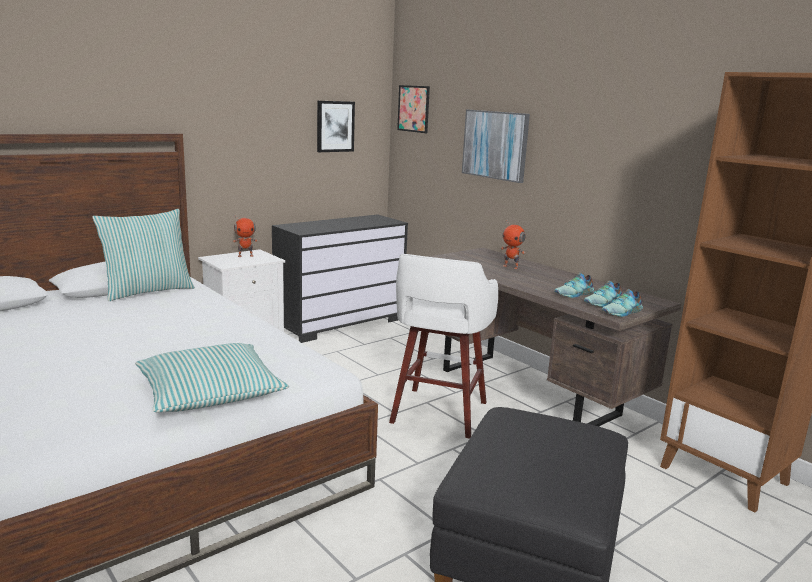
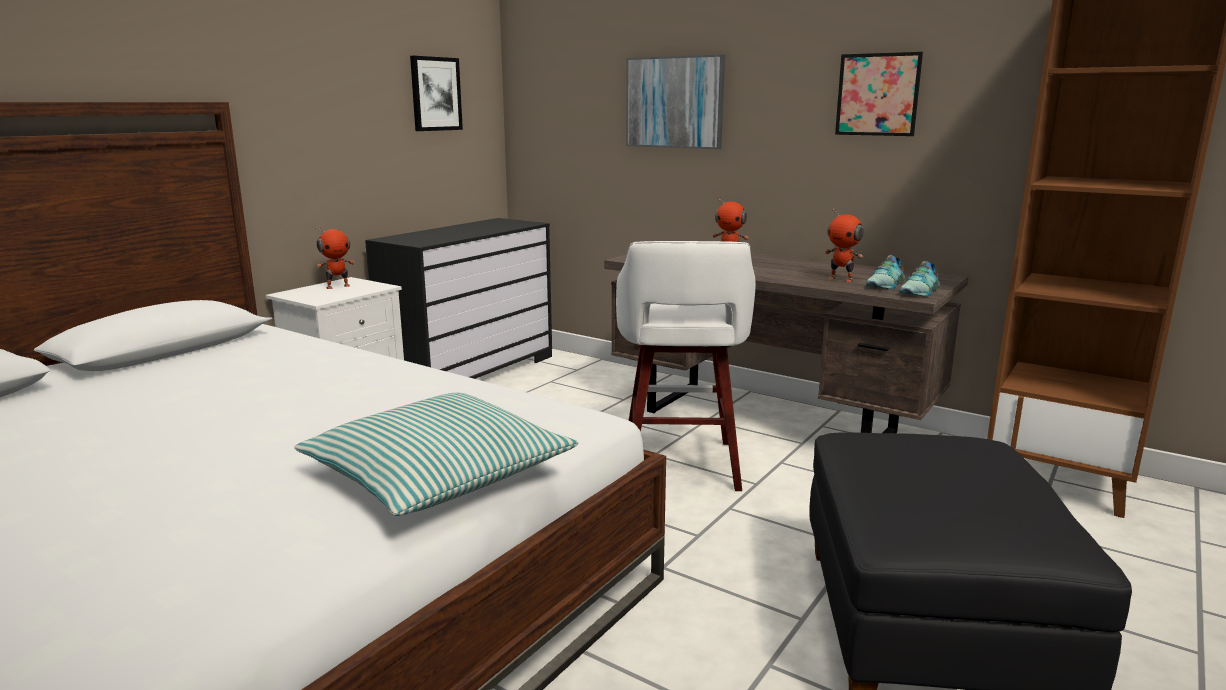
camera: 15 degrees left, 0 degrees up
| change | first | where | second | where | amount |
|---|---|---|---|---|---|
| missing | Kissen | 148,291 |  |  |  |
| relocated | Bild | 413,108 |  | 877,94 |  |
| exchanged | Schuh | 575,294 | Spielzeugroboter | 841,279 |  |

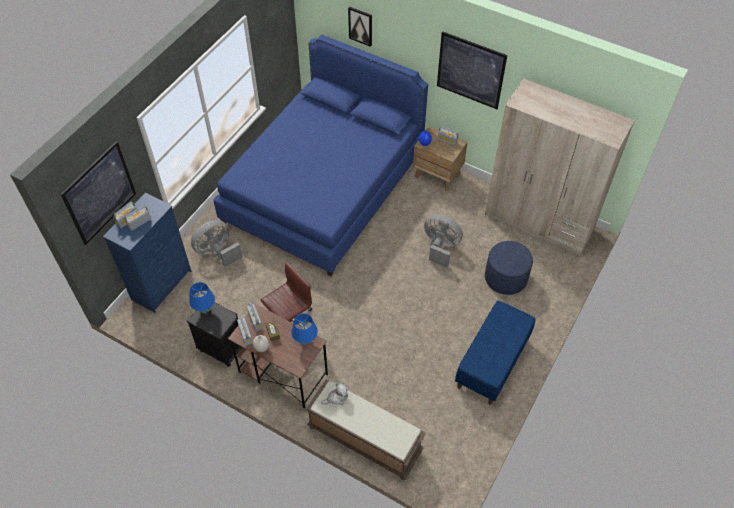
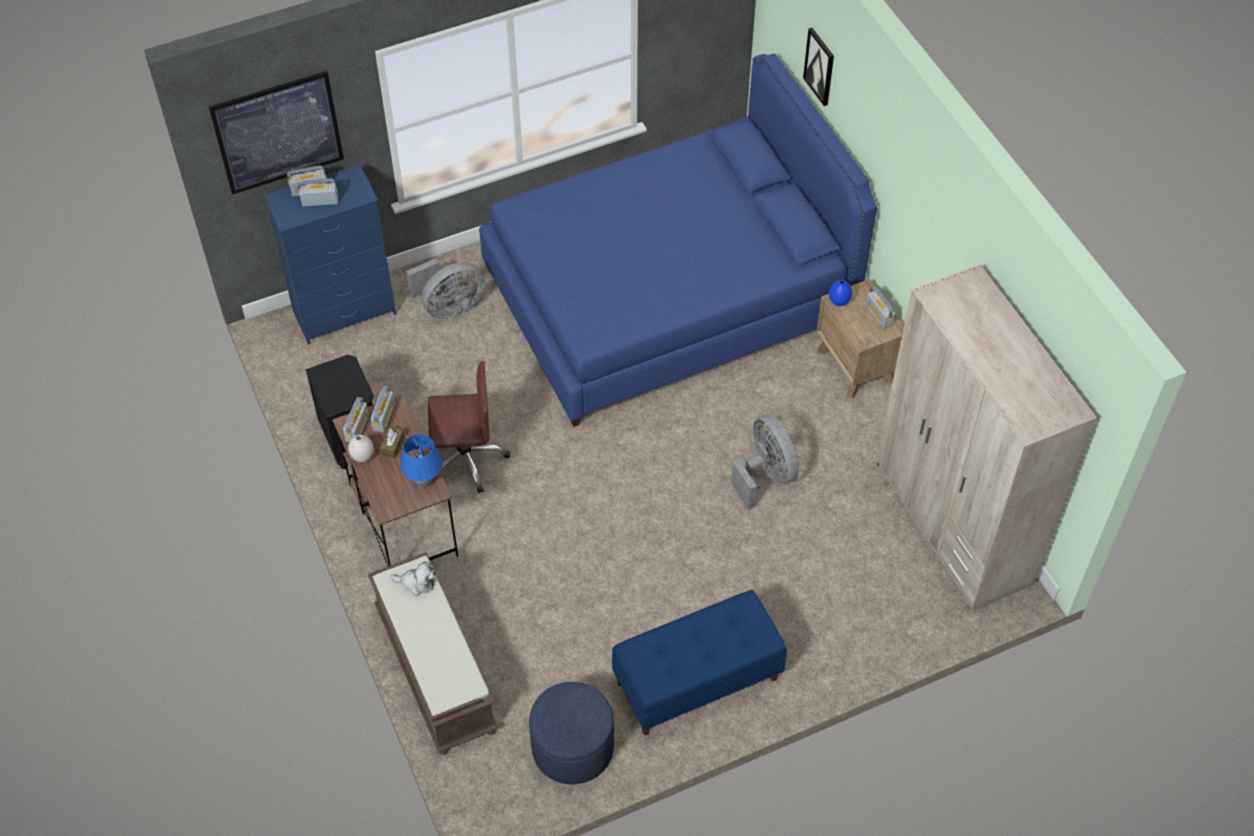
camera: 35 degrees right, 0 degrees up
| change | first | where | second | where | amount |
|---|---|---|---|---|---|
| missing | Tischlampe (blau) | 204,310 |  |  |  |
| spun | Ventilator (grau) | 217,252 |  | 449,307 | 150 degrees clockwise |
| missing | Bild | 470,70 |  |  |  |
| relocated | Polsterhocker (blau) | 505,277 |  | 572,747 |  |

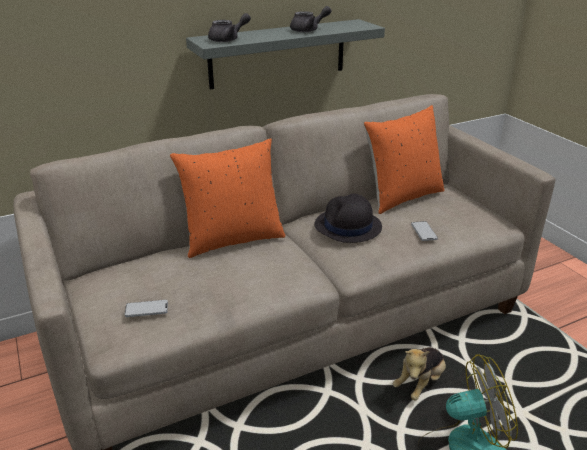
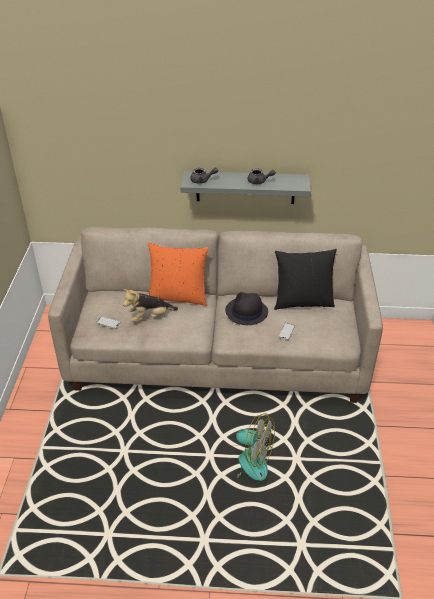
camera: 30 degrees right, 10 degrees up
| change | first | where | second | where | amount |
|---|---|---|---|---|---|
| colour | Kissen (orange) | 402,196 | Kissen (schwarz) | 302,301 |  |
| relocated | Plüschtier | 420,383 |  | 150,317 |  |

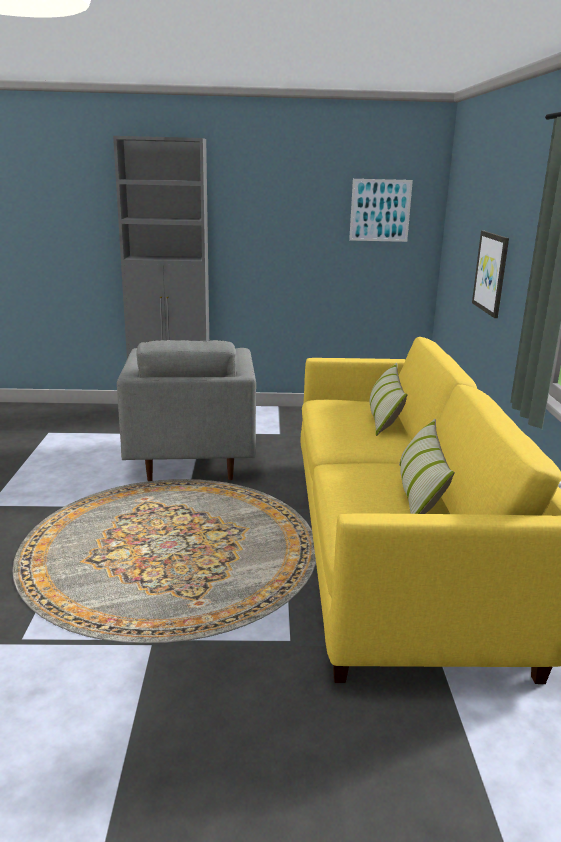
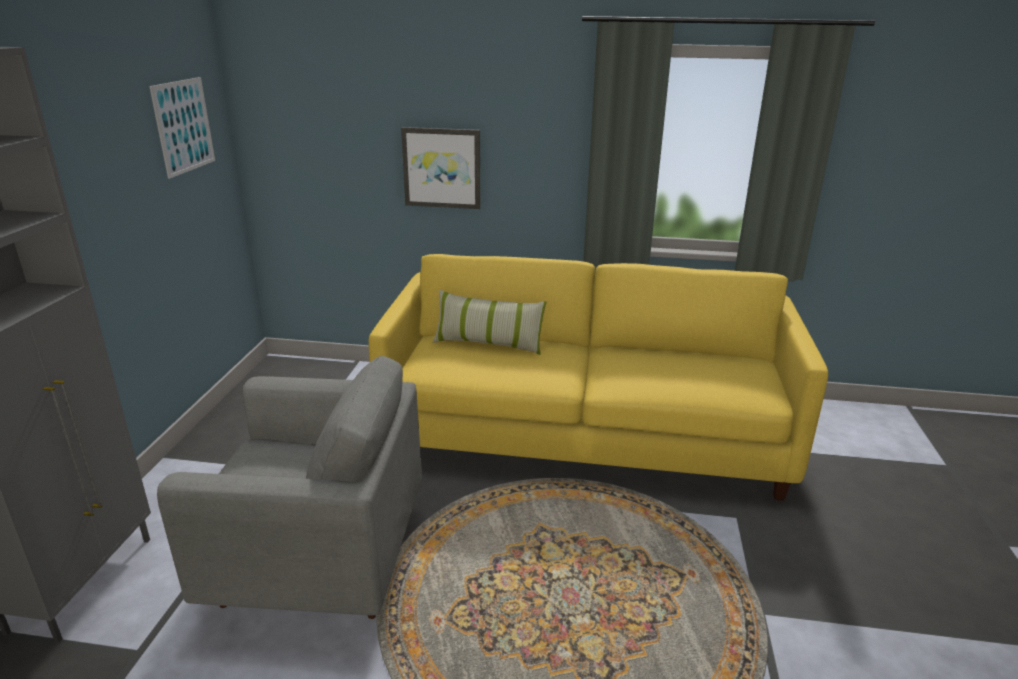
camera: 80 degrees left, 5 degrees up
| change | first | where | second | where | amount |
|---|---|---|---|---|---|
| missing | Kissen | 419,493 |  |  |  |

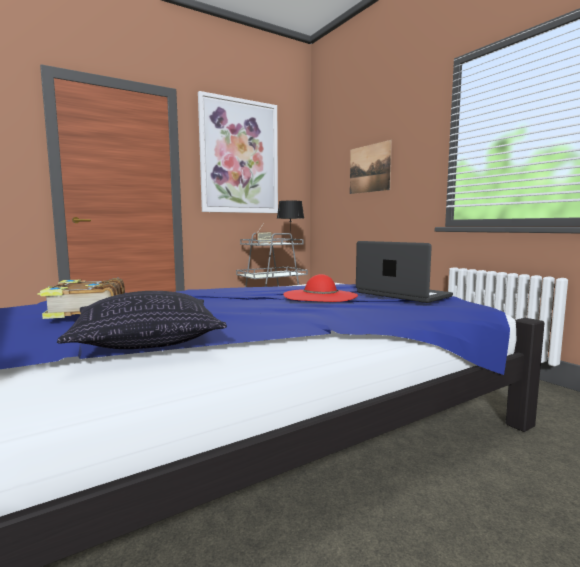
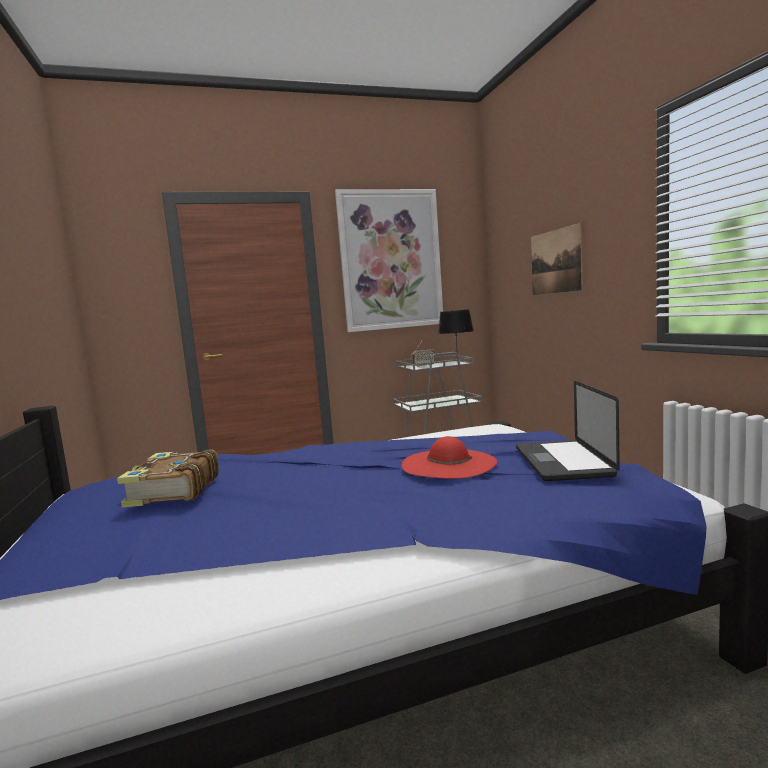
camera: 15 degrees right, 0 degrees up
| change | first | where | second | where | amount |
|---|---|---|---|---|---|
| missing | Kissen | 148,341 |  |  |  |
| spun | Laptop | 402,295 |  | 562,461 | 150 degrees counterclockwise |

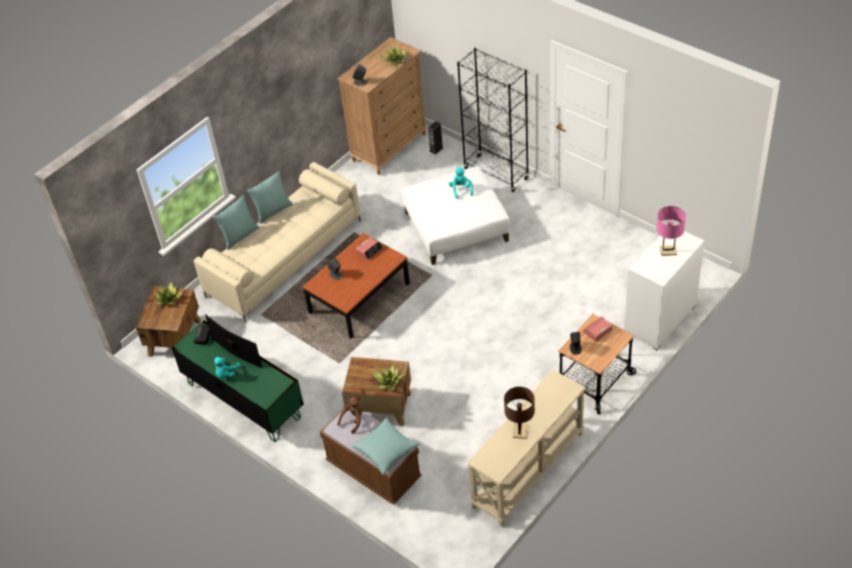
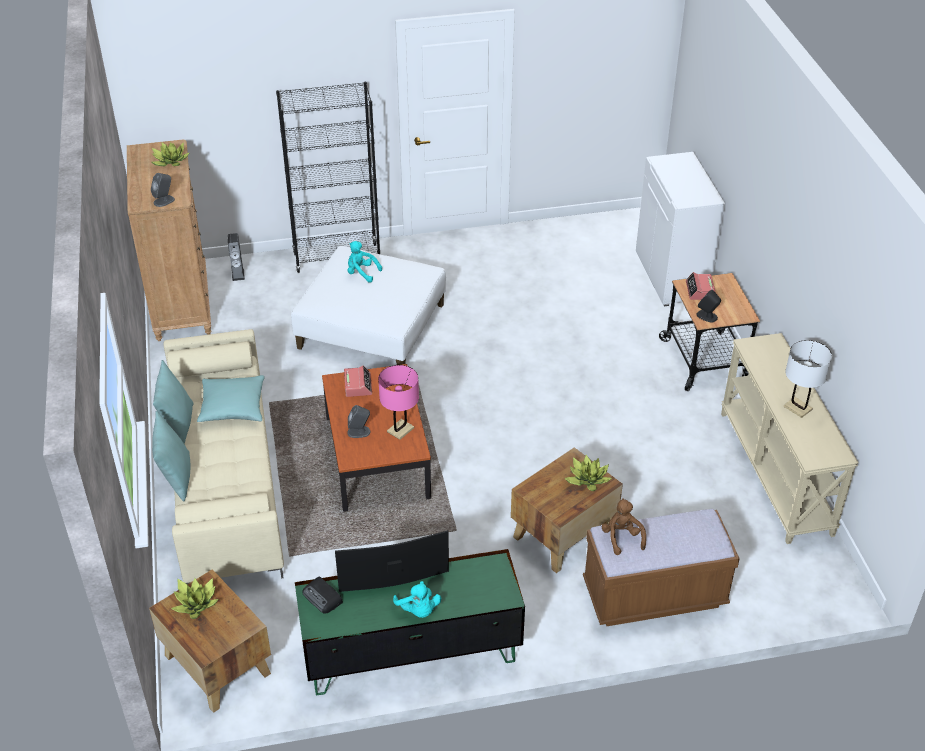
camera: 55 degrees left, 5 degrees down
| change | first | where | second | where | amount |
|---|---|---|---|---|---|
| relocated | Kissen (türkis) | 385,450 |  | 232,407 |  |
| colour | Tischlampe (braun) | 520,431 | Tischlampe (weiß) | 798,408 |  |
| relocated | Tischlampe (rosa) | 668,251 |  | 400,430 |  |

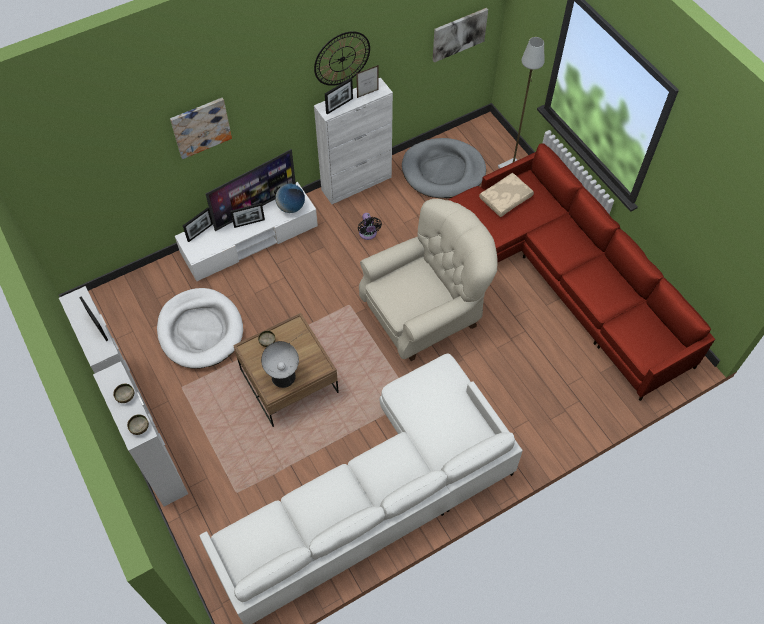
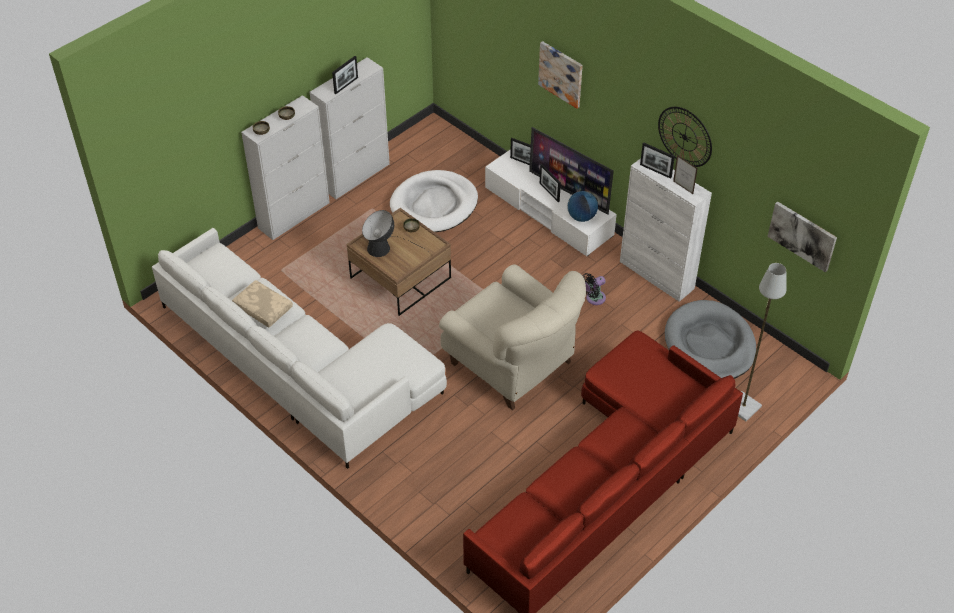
camera: 75 degrees right, 10 degrees down
| change | first | where | second | where | amount |
|---|---|---|---|---|---|
| relocated | Kissen (beige) | 506,199 |  | 262,308 |  |

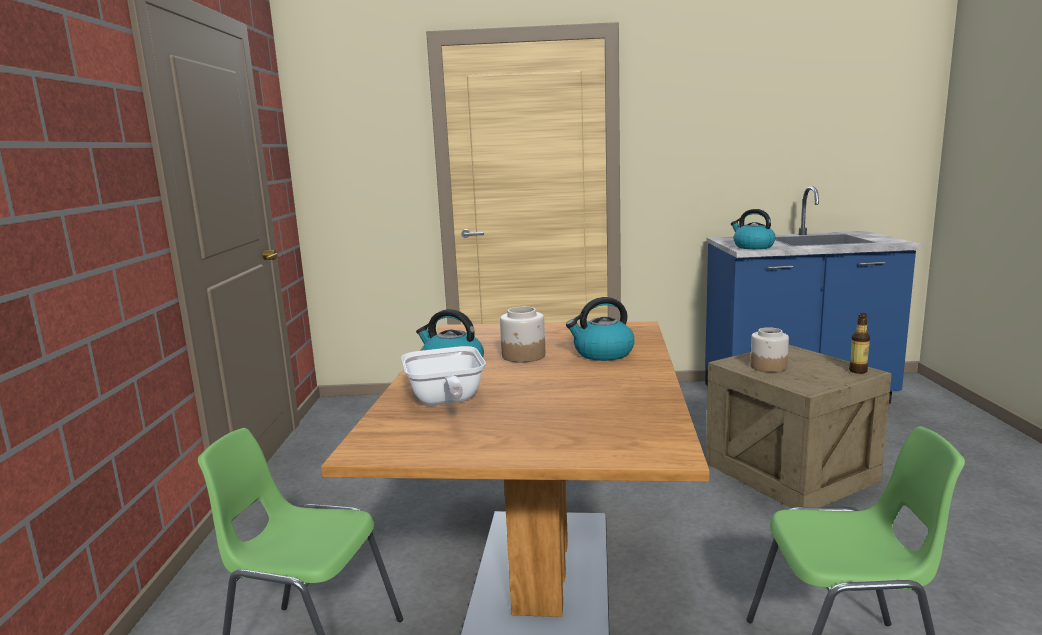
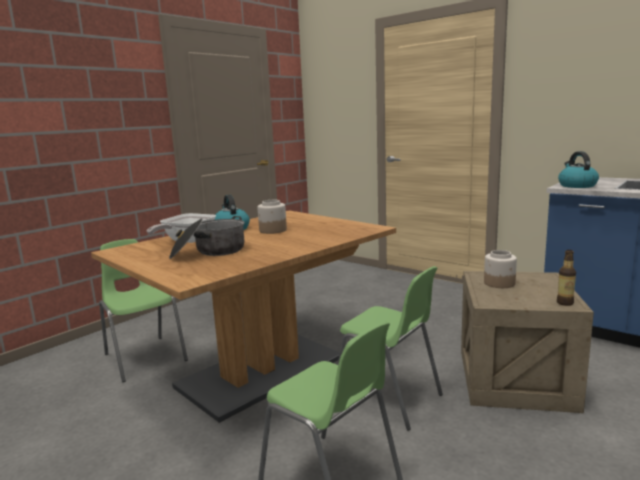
camera: 40 degrees right, 0 degrees up
| change | first | where | second | where | amount |
|---|---|---|---|---|---|
| missing | Wasserkessel | 602,353 |  |  |  |
| appeared |  |  | Kochtopf | 209,252 |  |
| appeared |  |  | Stuhl (grün) | 388,398 |  |

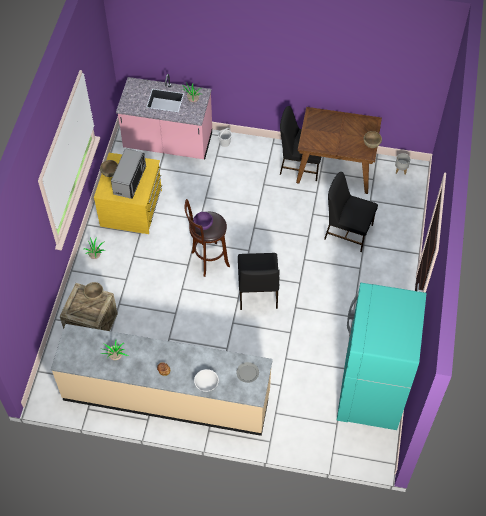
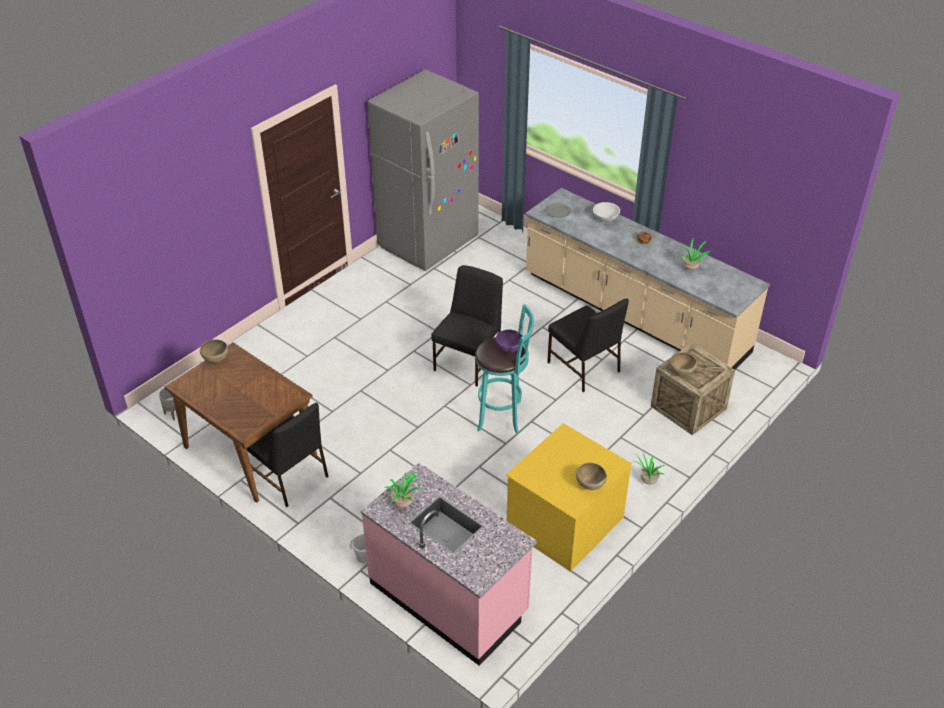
camera: 150 degrees left, 15 degrees down
| change | first | where | second | where | amount |
|---|---|---|---|---|---|
| missing | Mikrowelle | 130,180 |  |  |  |
| colour | Hocker (braun) | 208,260 | Hocker (türkis) | 502,416 |  |
| relocated | Stuhl (schwarz) | 347,231 |  | 584,368 |  |
| colour | Kühlschrank (türkis) | 370,394 | Kühlschrank (grau) | 428,243 |  |

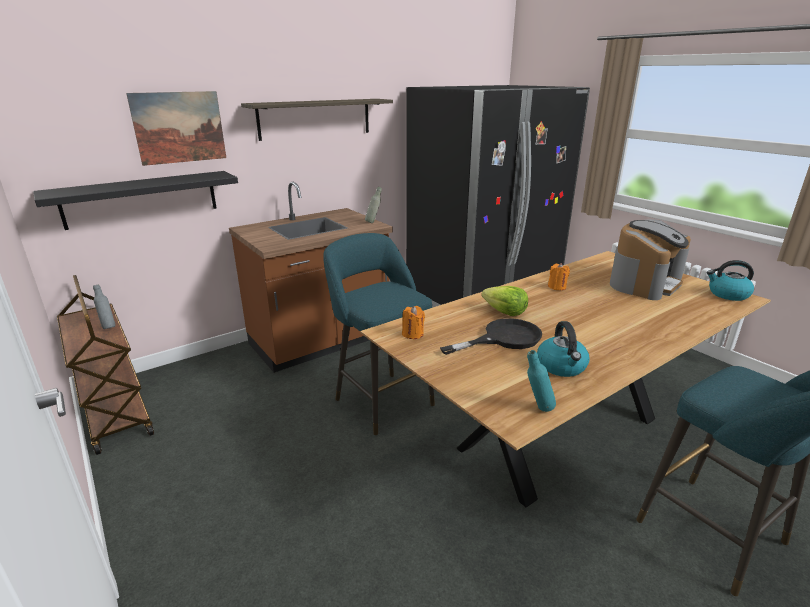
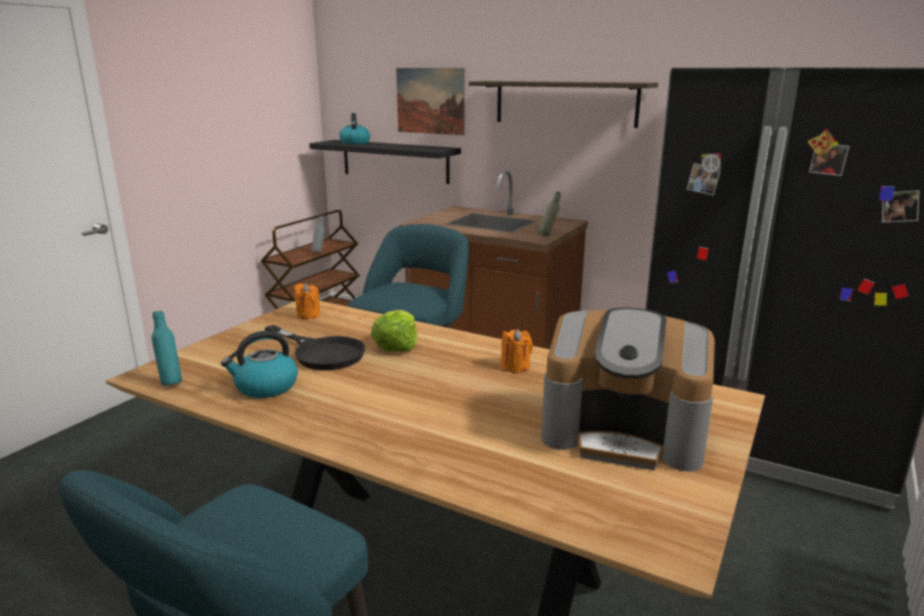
camera: 65 degrees right, 5 degrees down
| change | first | where | second | where | amount |
|---|---|---|---|---|---|
| relocated | Wasserkessel | 727,294 |  | 355,143 |  |

